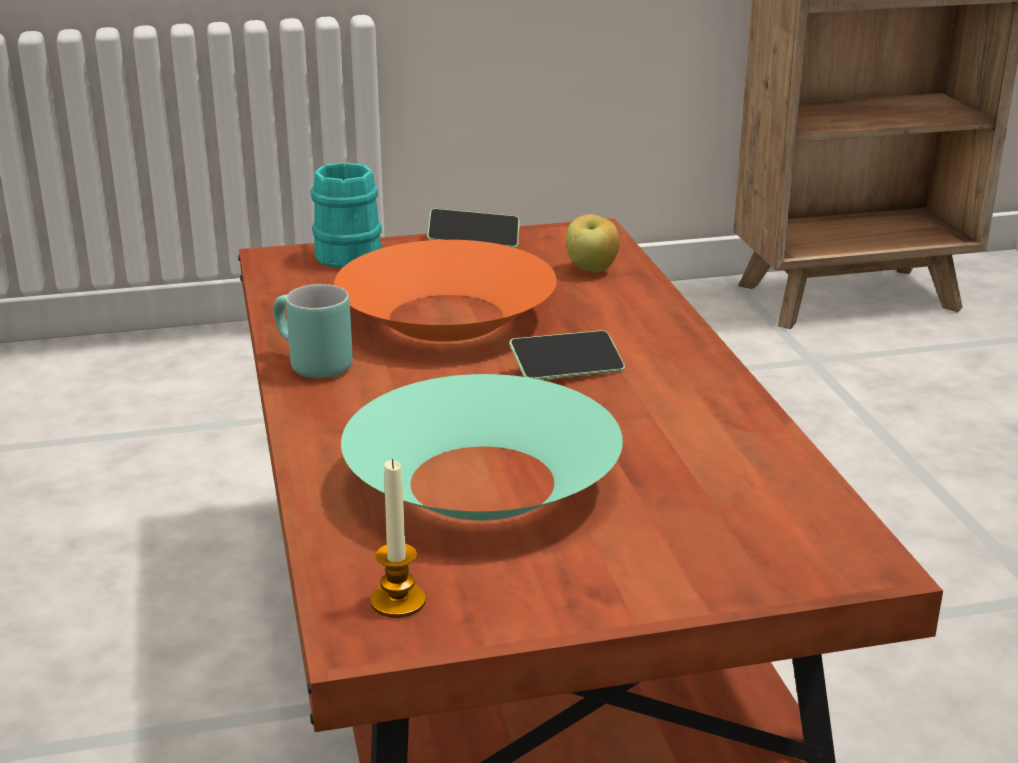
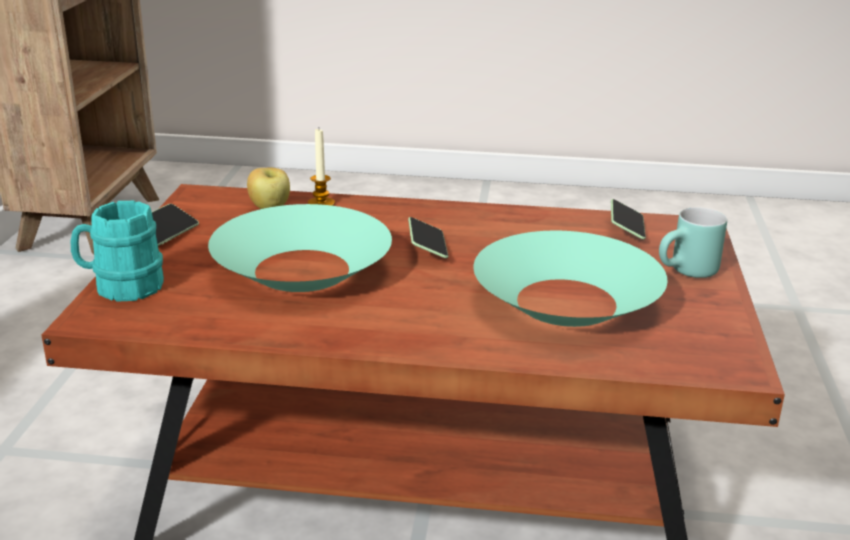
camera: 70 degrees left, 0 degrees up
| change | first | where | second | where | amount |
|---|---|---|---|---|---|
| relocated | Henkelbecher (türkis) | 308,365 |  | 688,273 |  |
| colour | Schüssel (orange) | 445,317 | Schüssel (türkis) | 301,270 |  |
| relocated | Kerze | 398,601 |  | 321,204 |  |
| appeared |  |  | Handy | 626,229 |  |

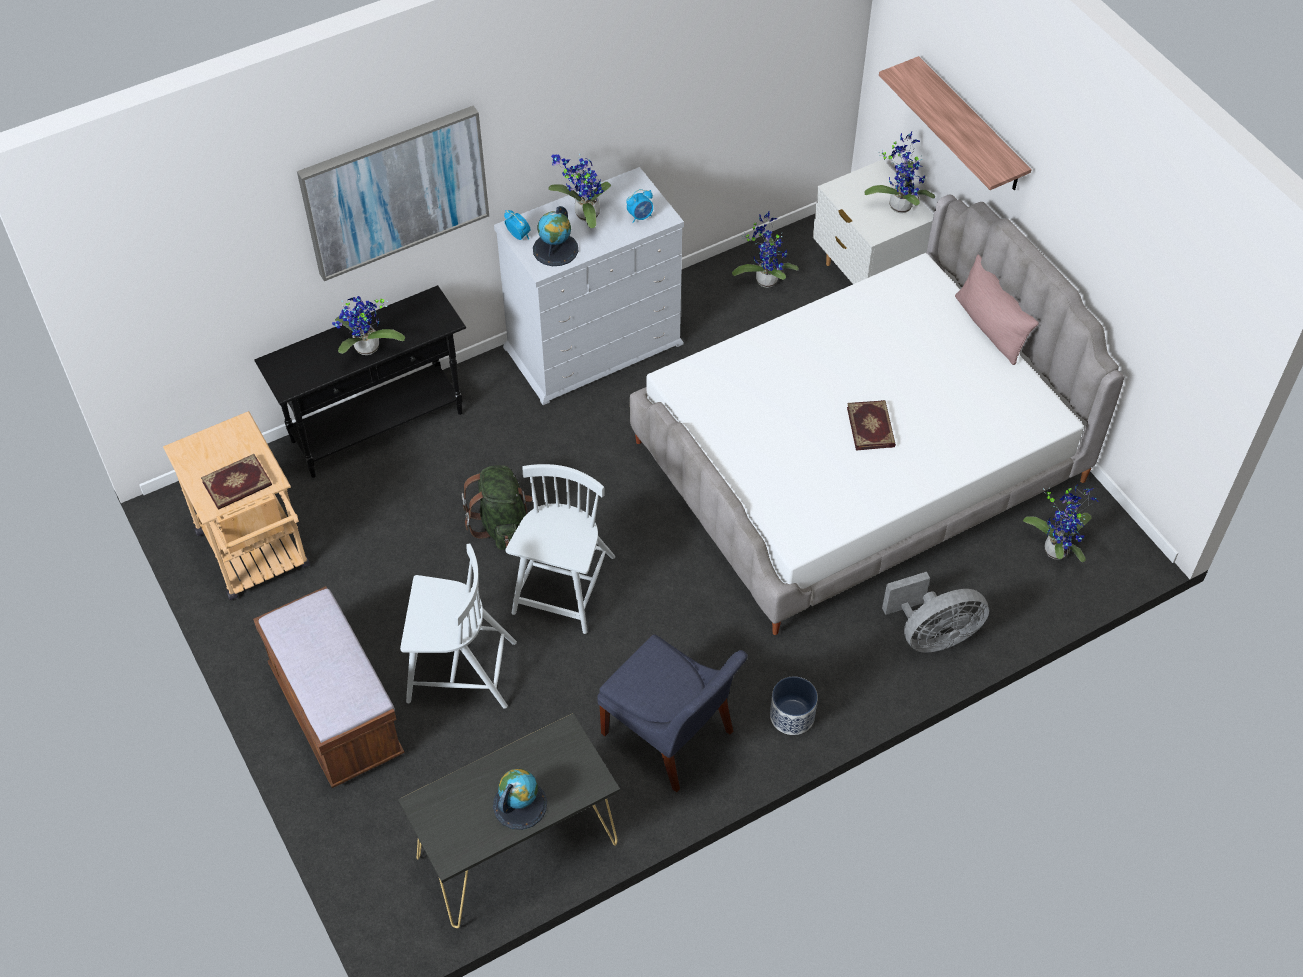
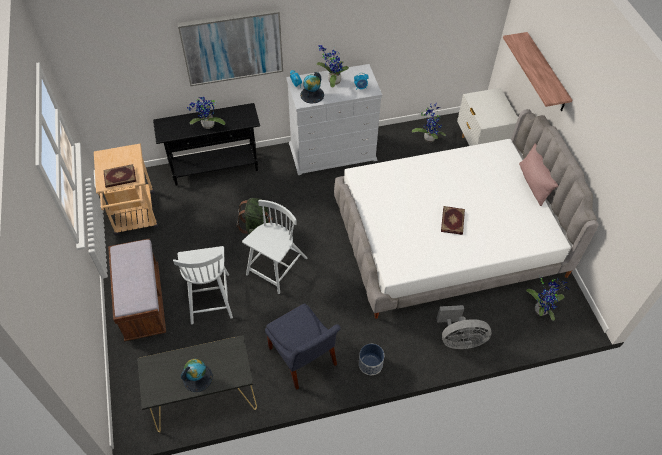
camera: 15 degrees right, 0 degrees up
| change | first | where | second | where | amount |
|---|---|---|---|---|---|
| spun | Stuhl (weiß) | 459,671 |  | 209,297 | 60 degrees clockwise |
| missing | Topfpflanze | 899,204 |  |  |  |

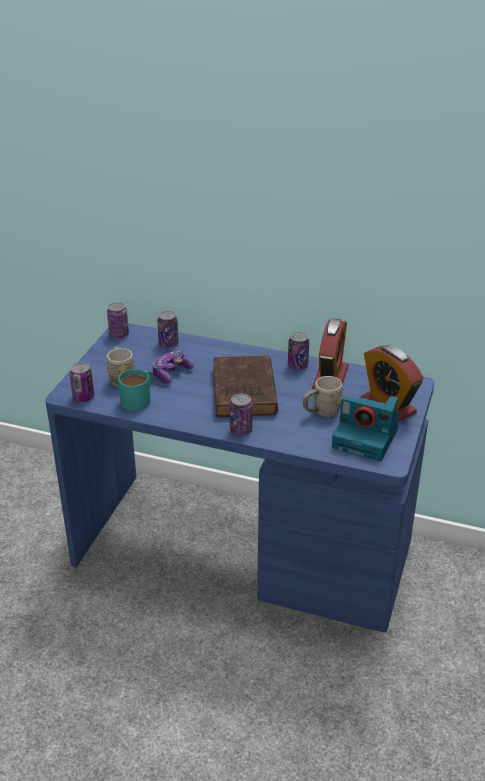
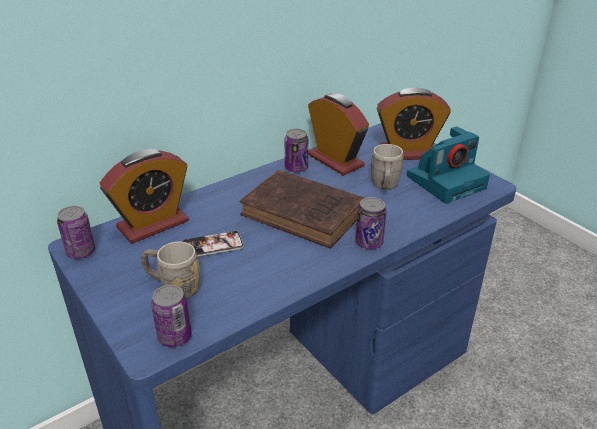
camera: 55 degrees left, 0 degrees up
| change | first | where | second | where | amount |
|---|---|---|---|---|---|
| missing | Henkelbecher (türkis) | 139,399 |  |  |  |
| exchanged | Gamepad | 171,373 | Handy | 212,245 |  |
| exchanged | Dose | 168,343 | Wecker | 153,224 |  |

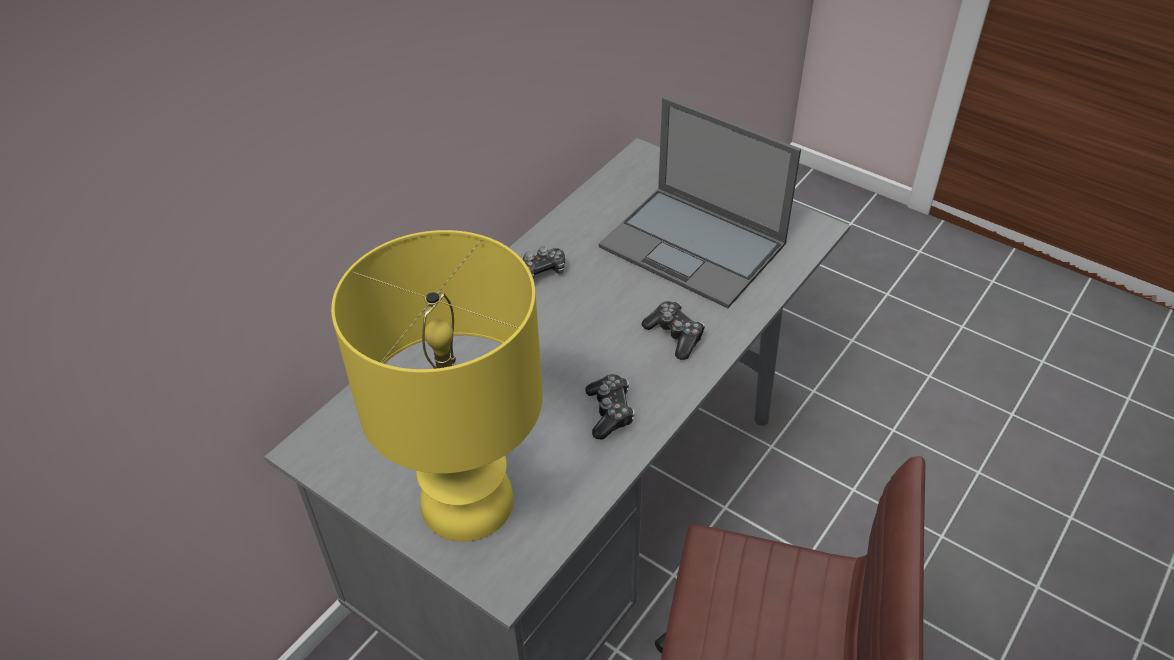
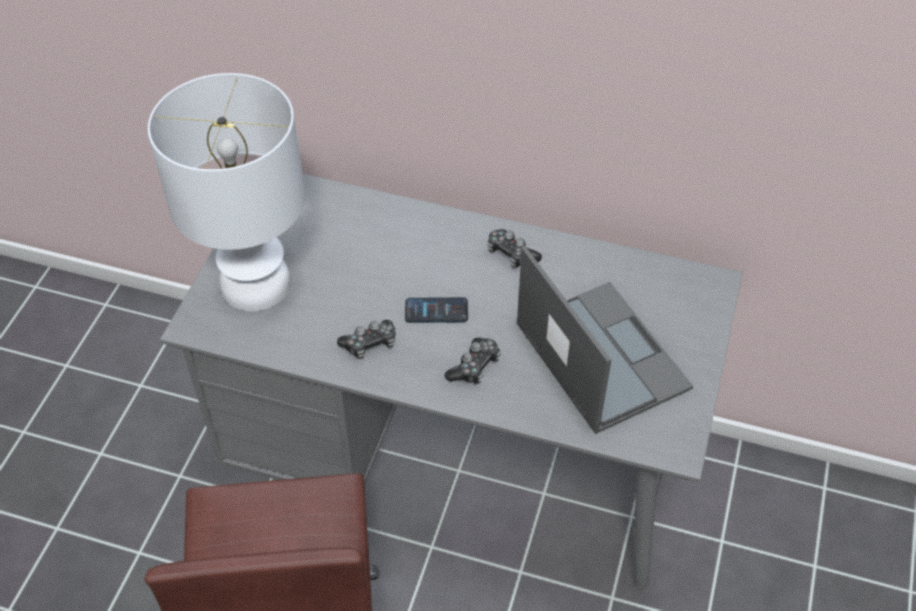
camera: 70 degrees right, 5 degrees up
| change | first | where | second | where | amount |
|---|---|---|---|---|---|
| colour | Tischlampe (gelb) | 470,502 | Tischlampe (weiß) | 256,285 |  |
| spun | Laptop | 694,246 |  | 600,355 | 135 degrees clockwise |
| appeared |  |  | Handy | 436,311 |  |

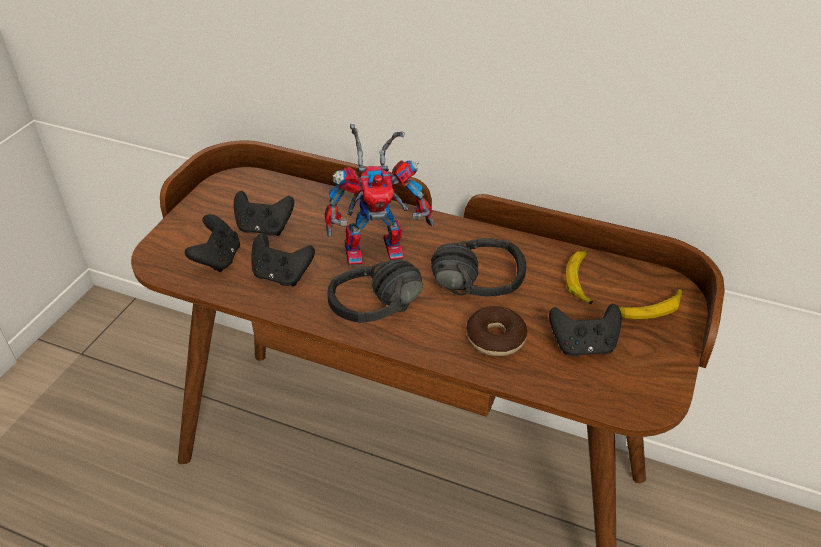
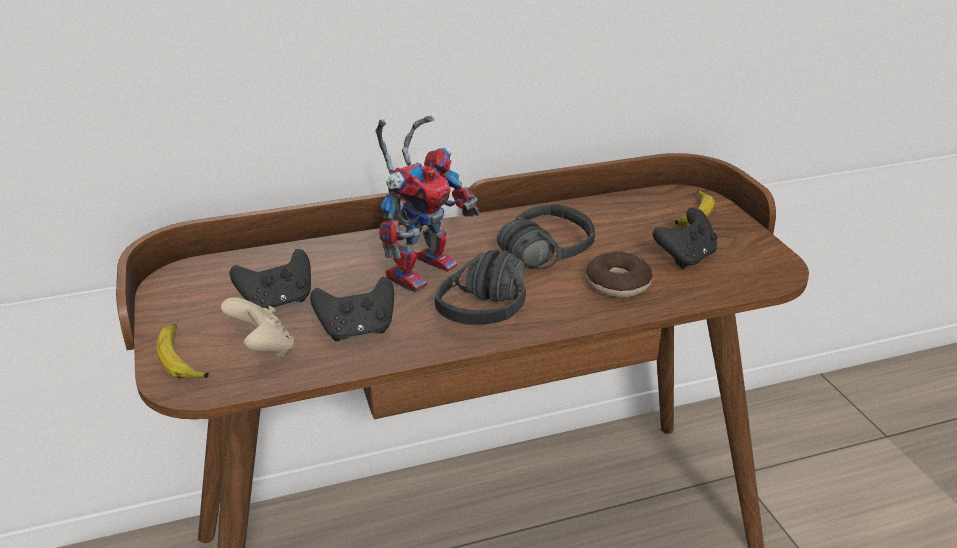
camera: 40 degrees left, 10 degrees down
| change | first | where | second | where | amount |
|---|---|---|---|---|---|
| colour | Gamepad (schwarz) | 218,259 | Gamepad (beige) | 263,349 |  |
| relocated | Banane | 580,280 |  | 182,359 |  |

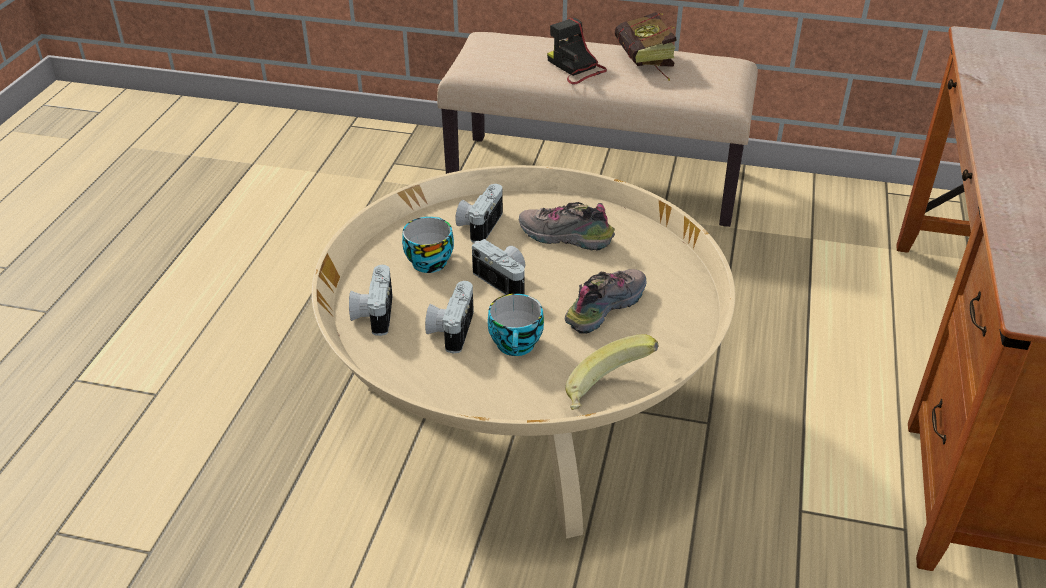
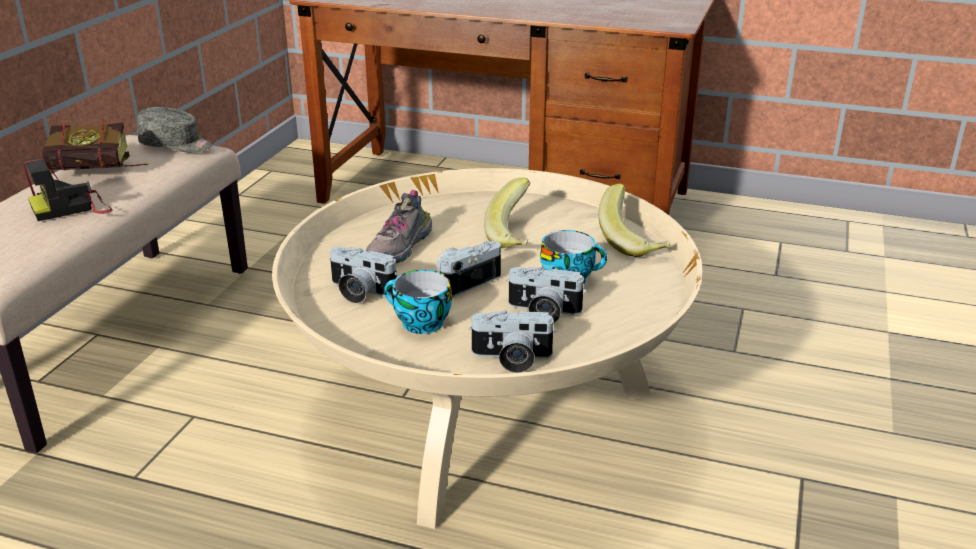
camera: 85 degrees left, 10 degrees down
| change | first | where | second | where | amount |
|---|---|---|---|---|---|
| exchanged | Schuh | 605,307 | Banane | 516,236 |  |
| appeared |  |  | Kappe (grau) | 176,145 |  |

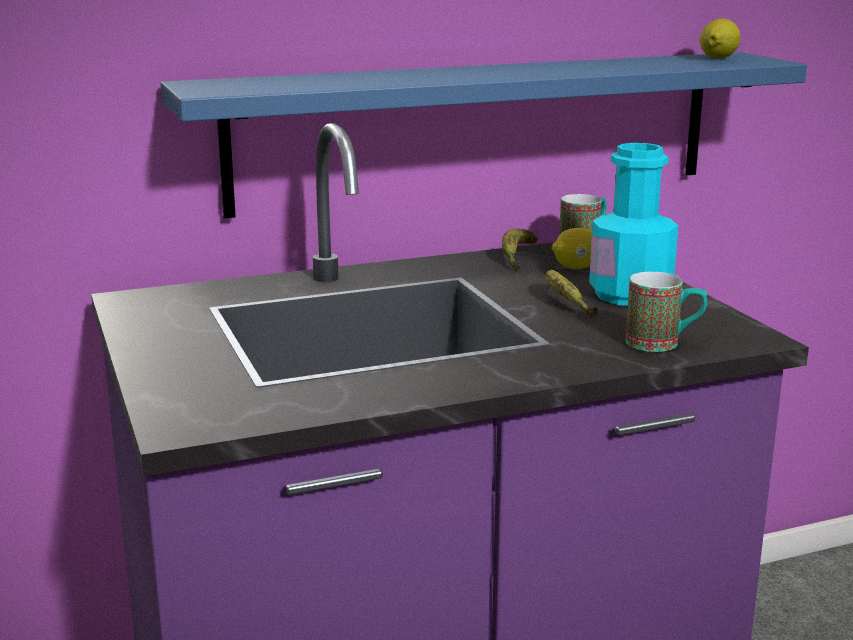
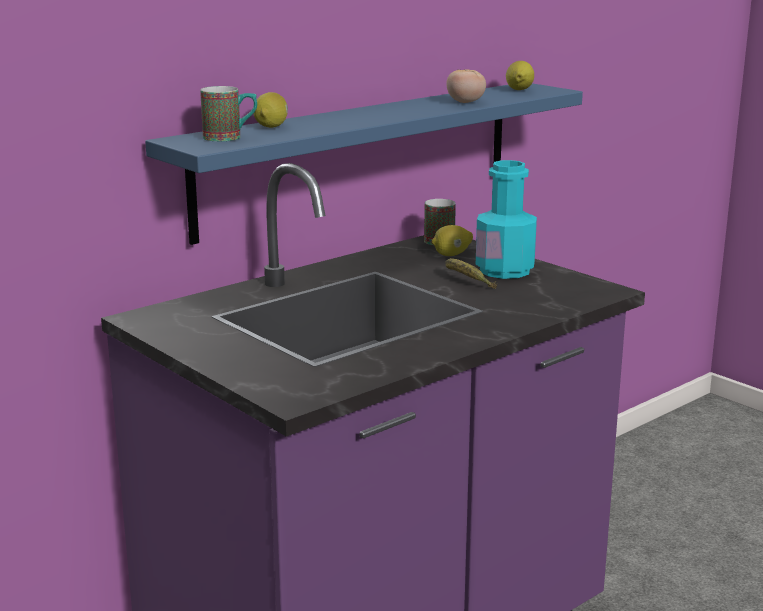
camera: 20 degrees left, 0 degrees up
| change | first | where | second | where | amount |
|---|---|---|---|---|---|
| missing | Banane | 517,257 |  |  |  |
| relocated | Henkelbecher | 663,344 |  | 230,137 |  |
| appeared |  |  | Zitrone | 271,126 |  |
| appeared |  |  | Tomate | 465,102 |  |

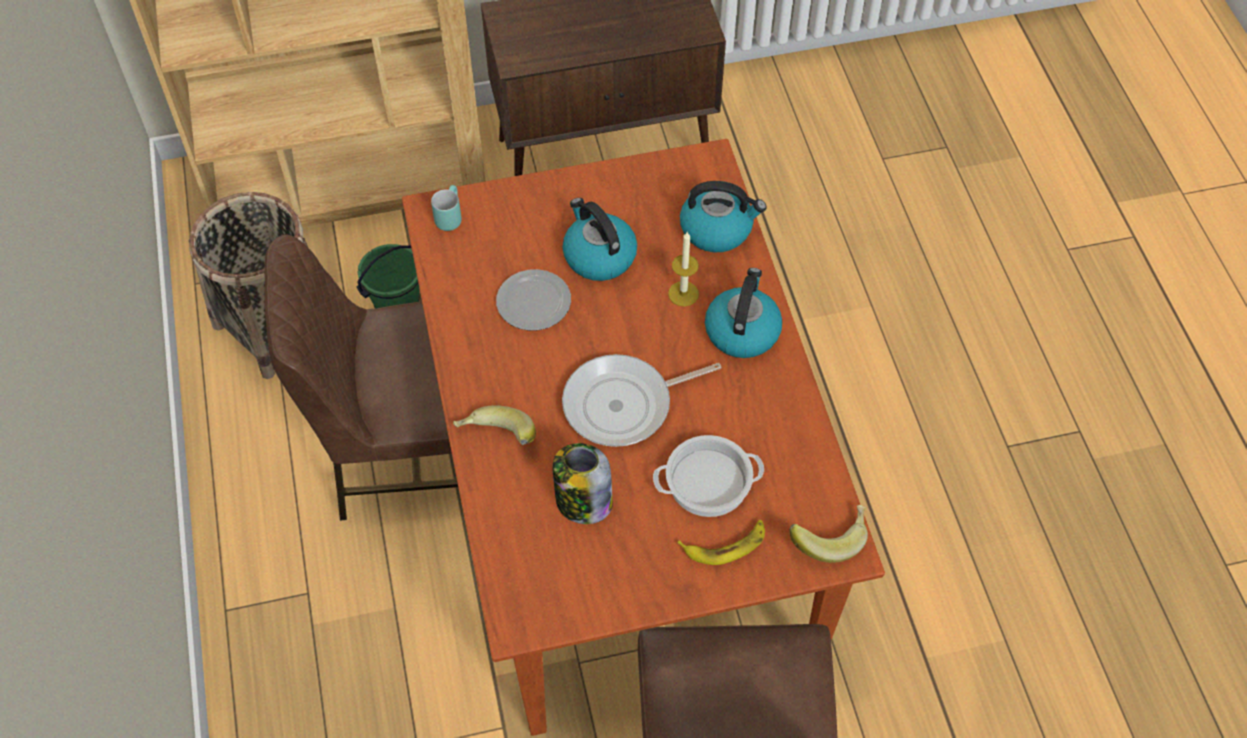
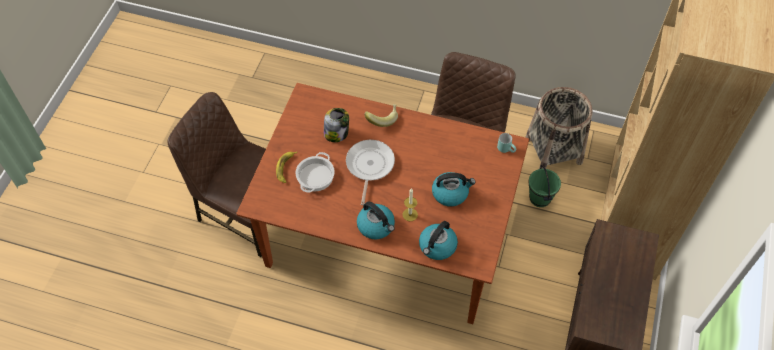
camera: 120 degrees right, 0 degrees up
| change | first | where | second | where | amount |
|---|---|---|---|---|---|
| missing | Teller | 535,302 |  |  |  |
| missing | Banane | 828,537 |  |  |  |

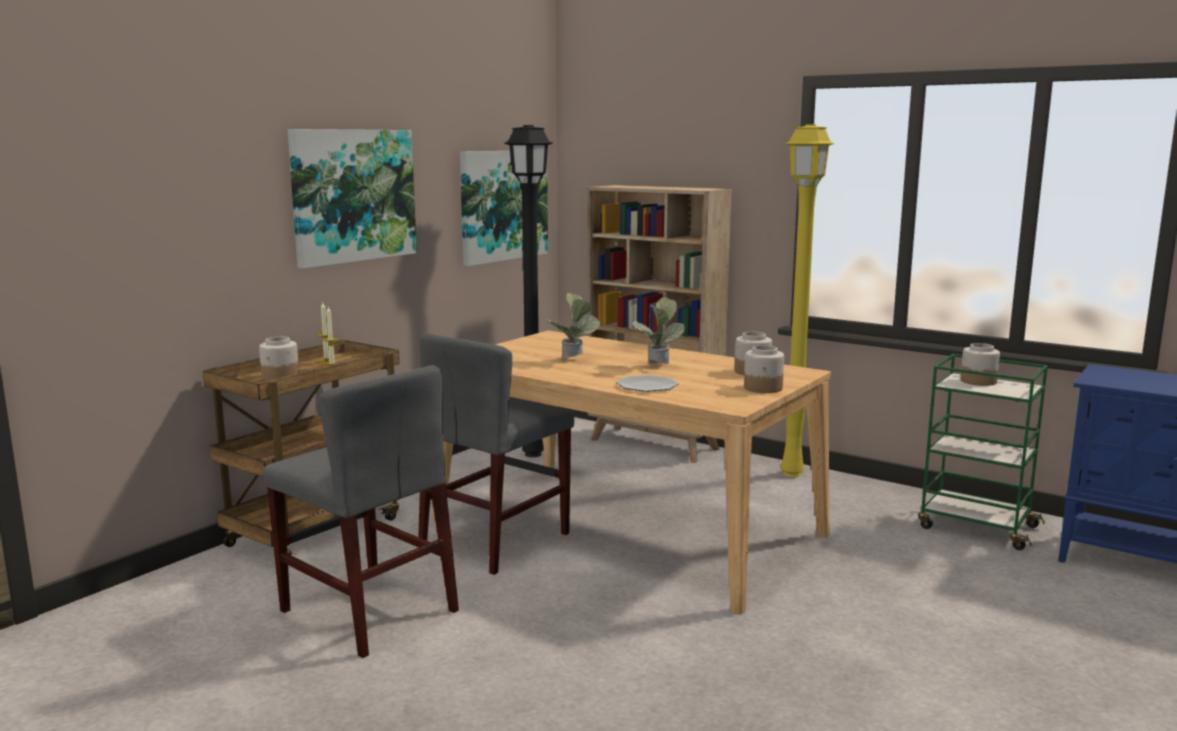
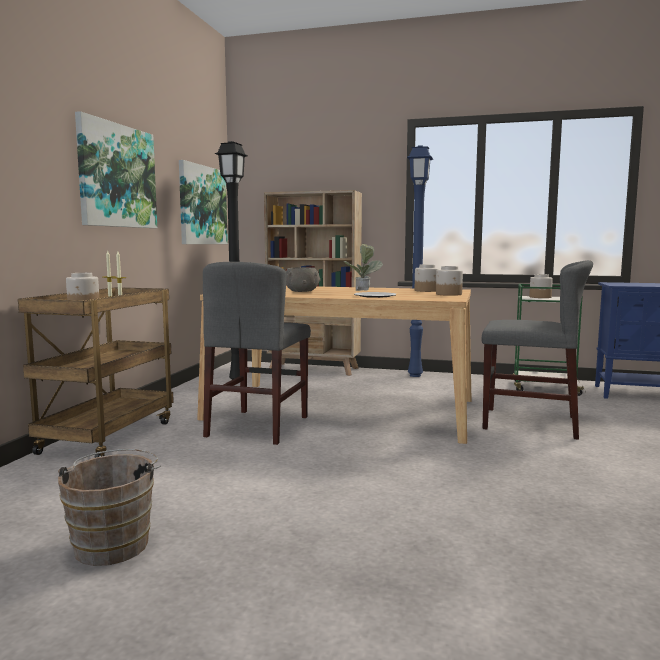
camera: 20 degrees left, 5 degrees down
| change | first | where | second | where | amount |
|---|---|---|---|---|---|
| relocated | Stuhl (grau) | 368,611 |  | 529,423 |  |
| exchanged | Topfpflanze | 575,360 | Schüssel (grau) | 302,291 |  |
| colour | Stehlampe (gelb) | 791,473 | Stehlampe (blau) | 414,375 |  |
| appeared |  |  | Eimer (braun) | 114,543 |  |

